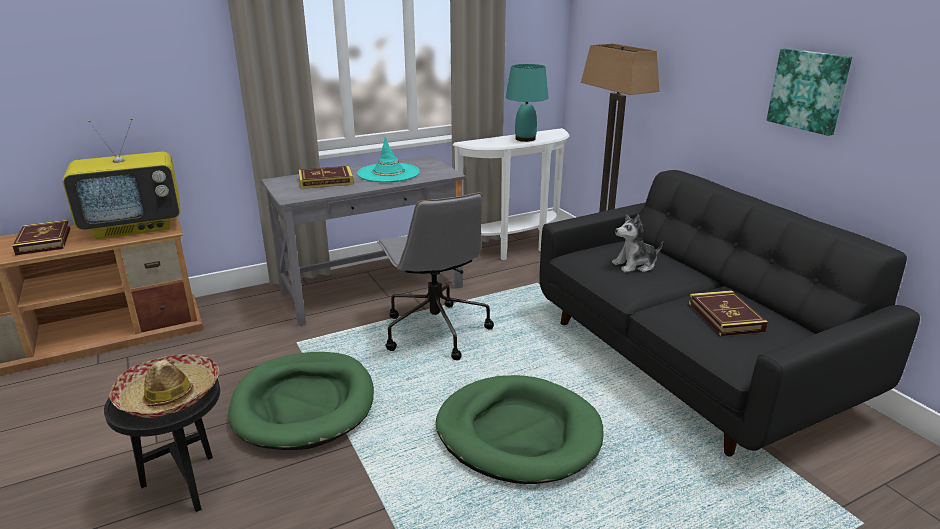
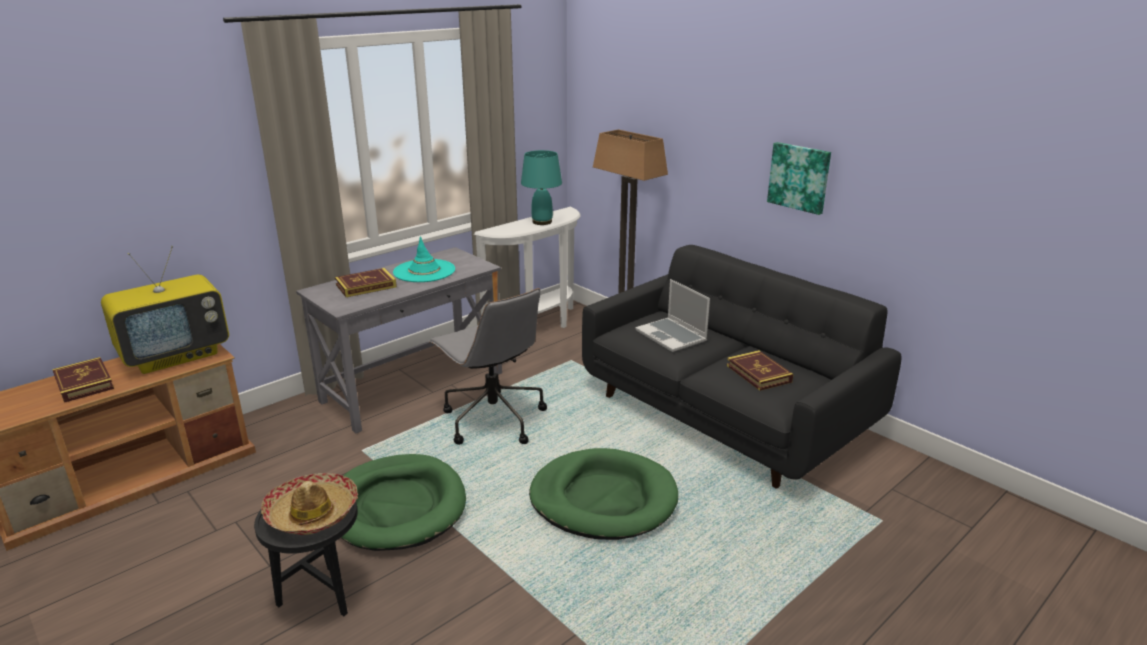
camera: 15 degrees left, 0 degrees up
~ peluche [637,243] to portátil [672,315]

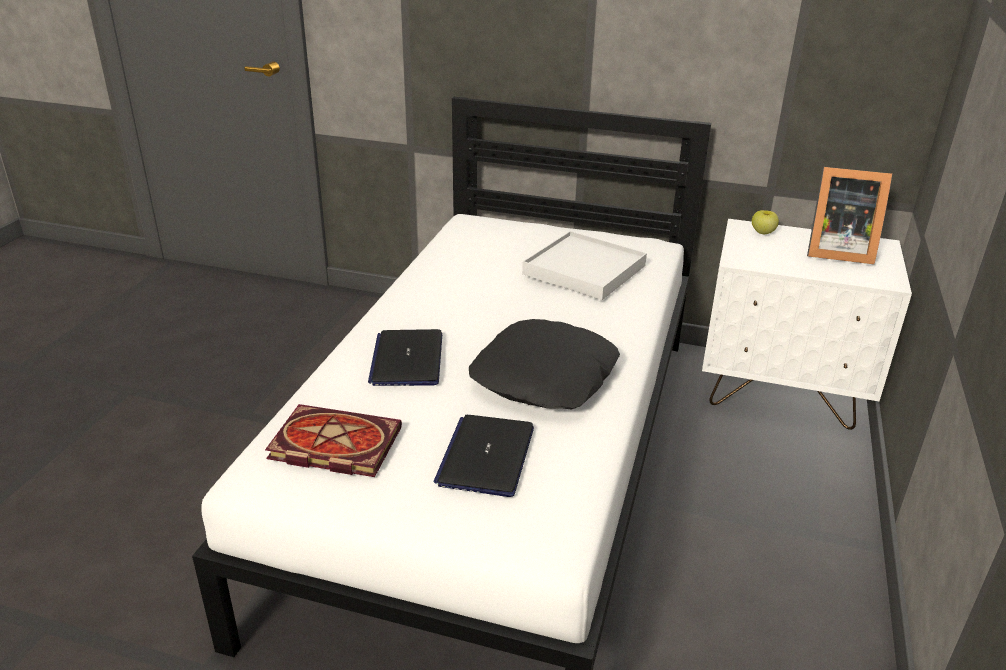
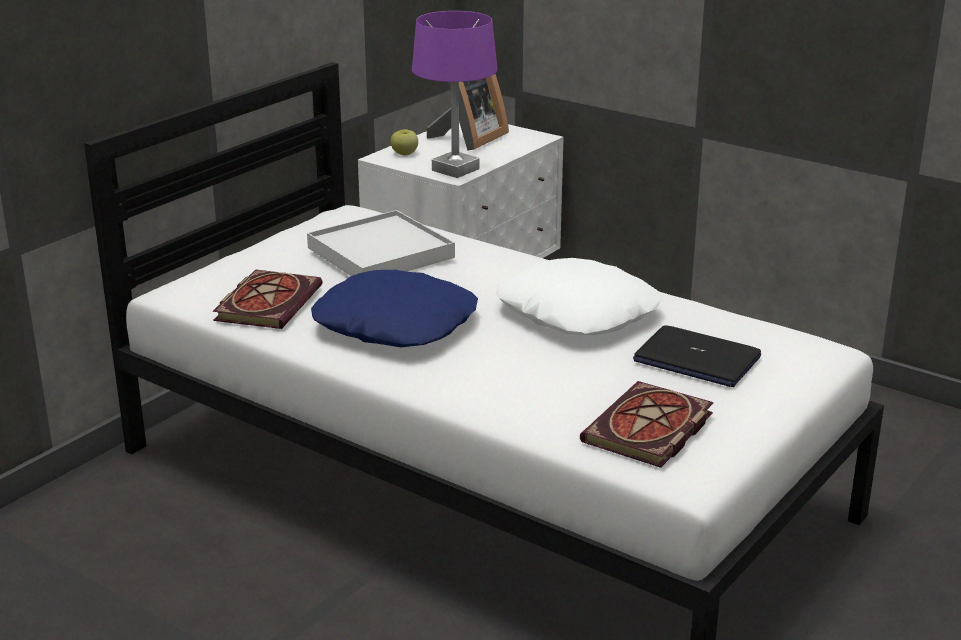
camera: 70 degrees left, 5 degrees down
- portátil [405,357]
+ libro [268,299]
+ cojín (azul) [394,308]
+ lámpara de mesa (morado) [454,94]
~ cojín (negro) [544,364] to cojín (blanco) [579,296]

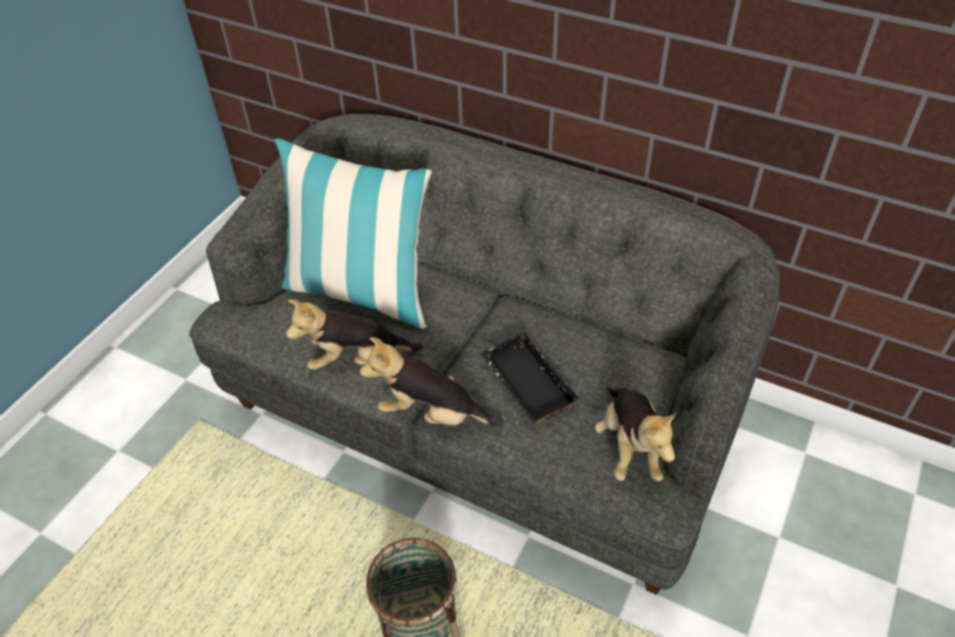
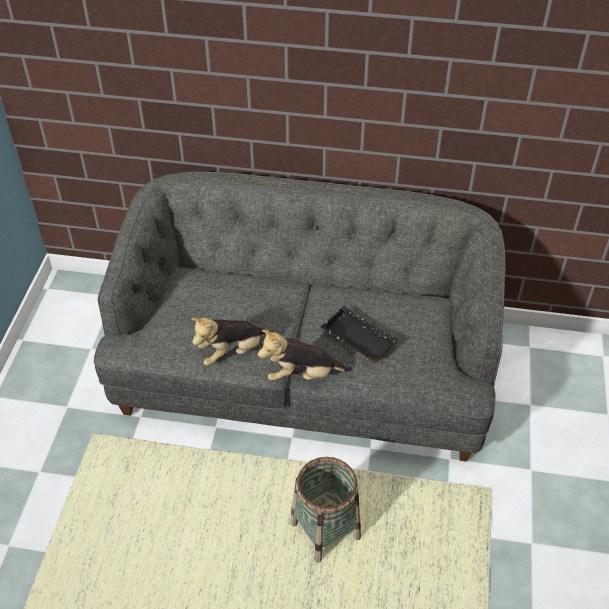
camera: 20 degrees left, 0 degrees up
- cojín [353,234]
- peluche [635,434]

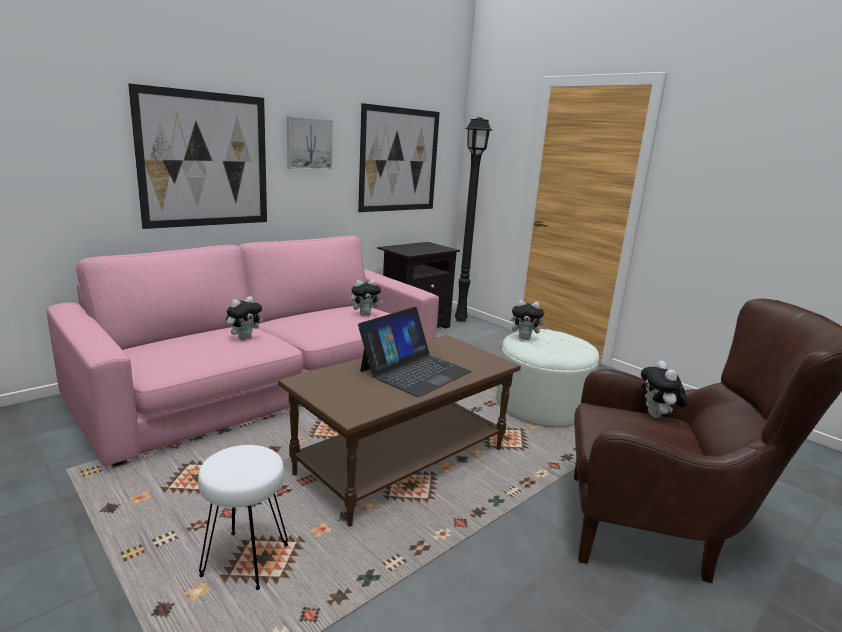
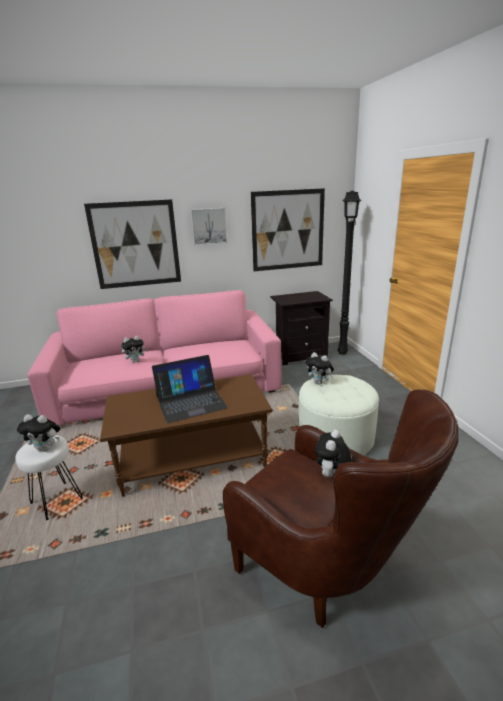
camera: 30 degrees right, 5 degrees up
~ peluche [367,298] to [38,433]

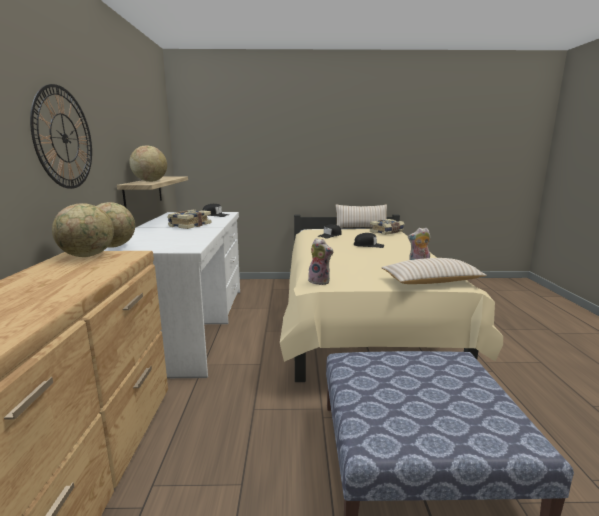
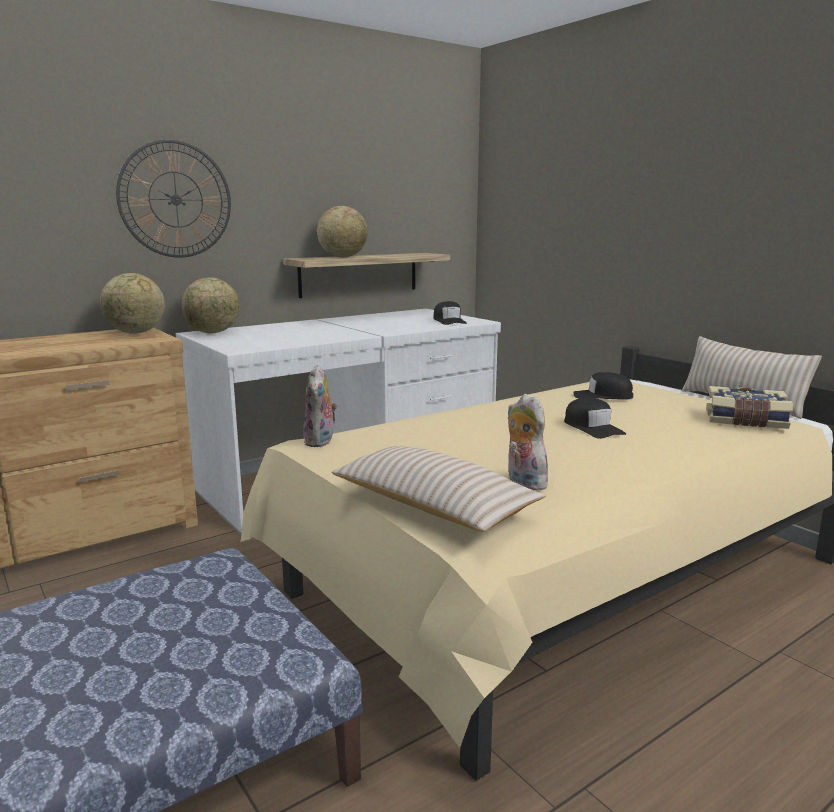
camera: 55 degrees right, 0 degrees up
- libro [189,219]

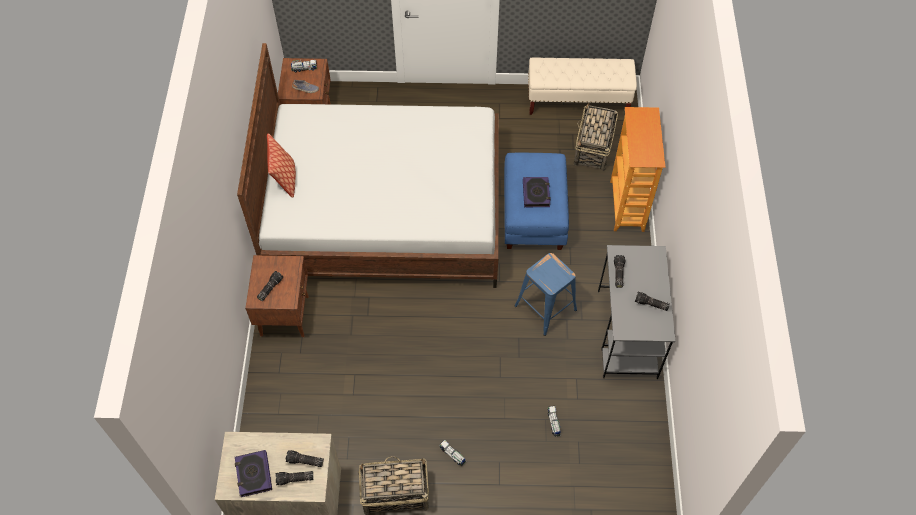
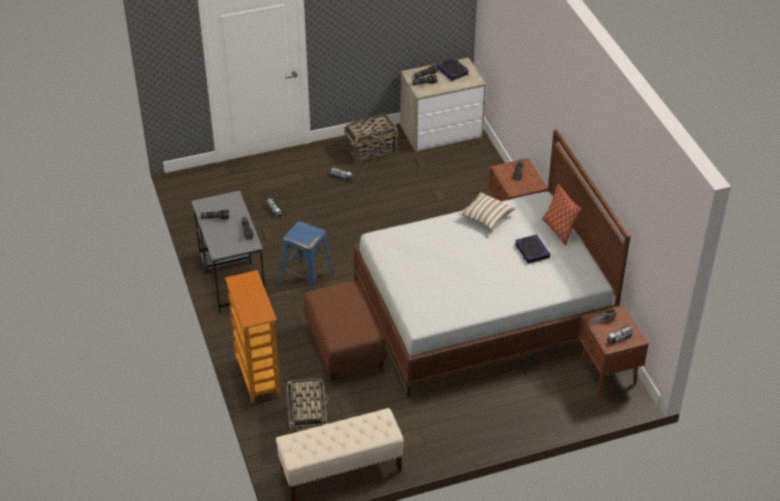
camera: 160 degrees right, 15 degrees down
+ cojín [487,211]
~ libro [537,192] to [532,249]
~ puf (azul) [536,201] to puf (marrón) [345,330]

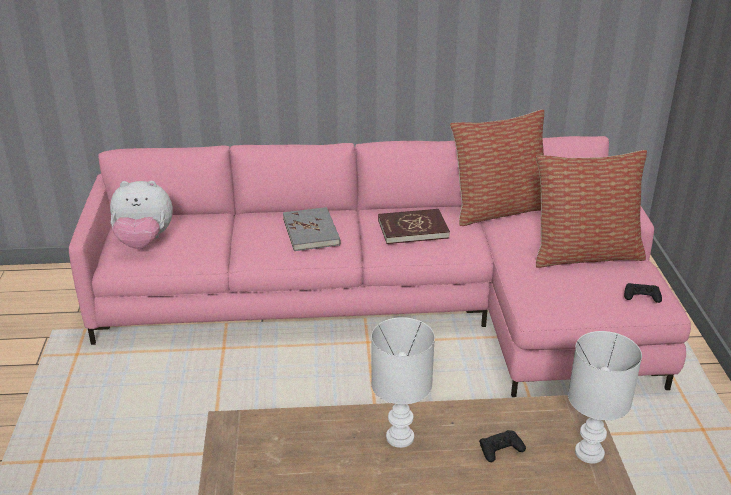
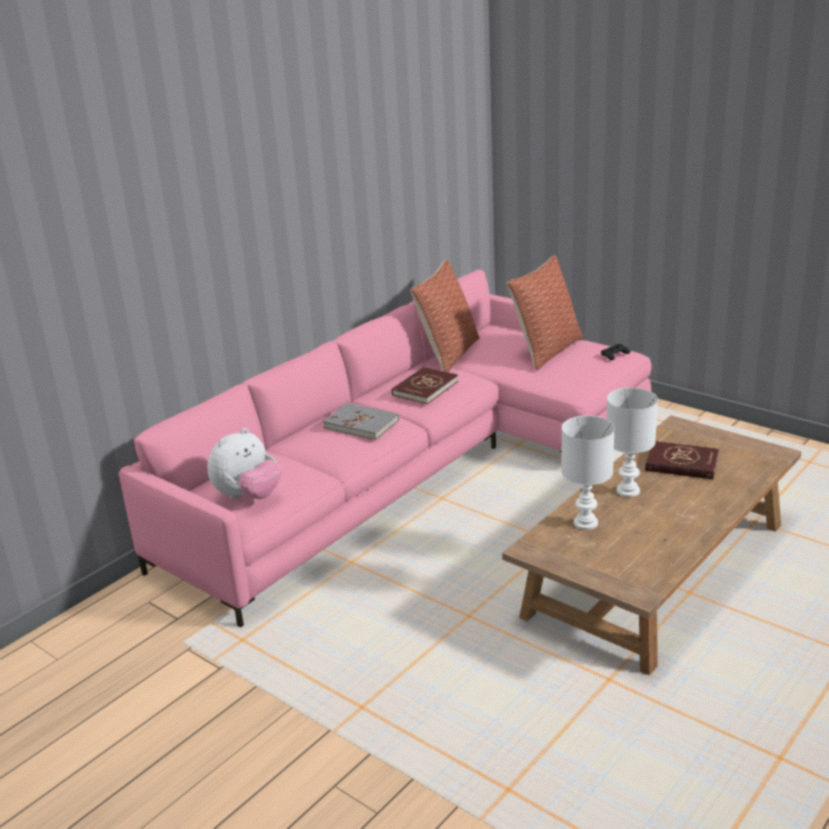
camera: 45 degrees left, 5 degrees down
~ lámpara de mesa (blanco) [605,397] to [588,473]
~ mando de consola (negro) [502,446] to libro (rojo) [682,460]

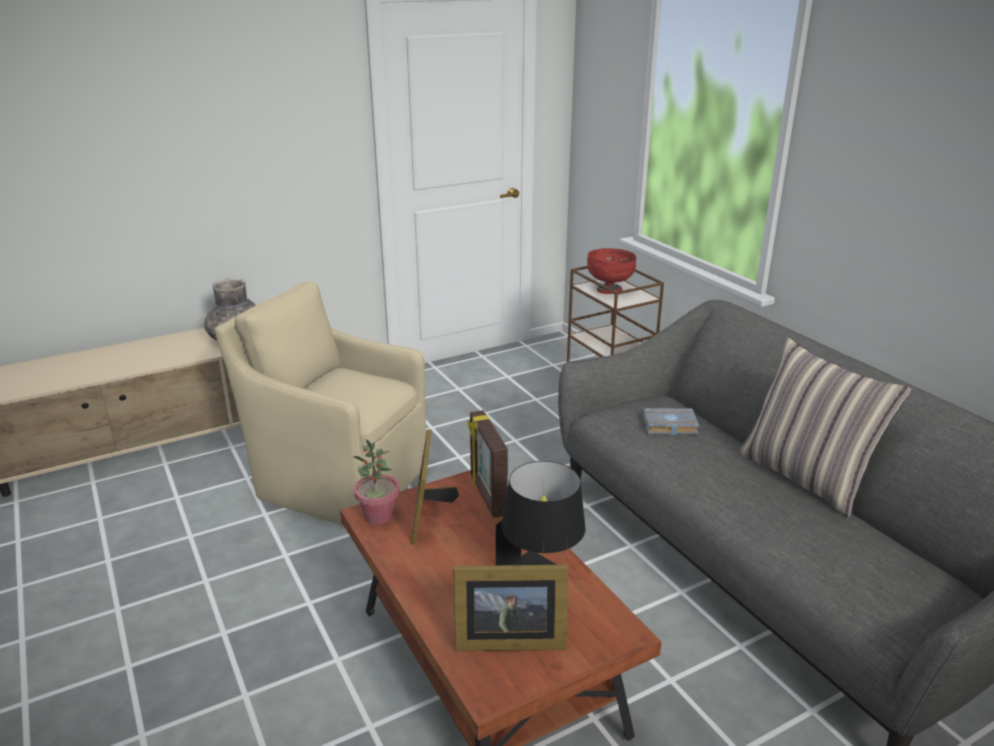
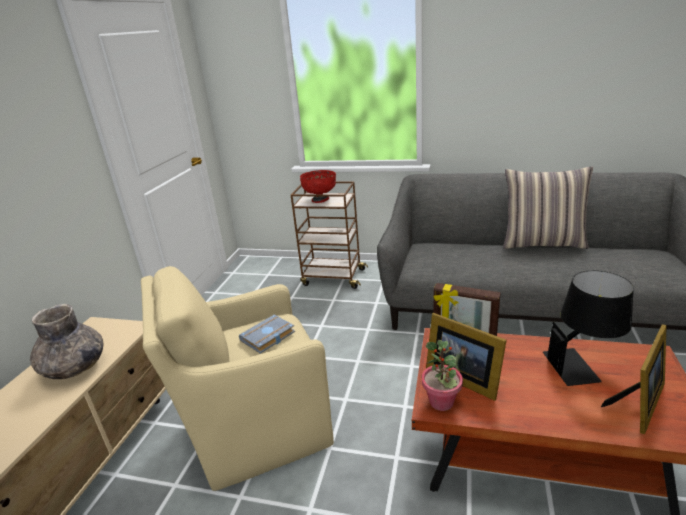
camera: 45 degrees left, 0 degrees up
~ libro (gris) [671,421] to [267,334]

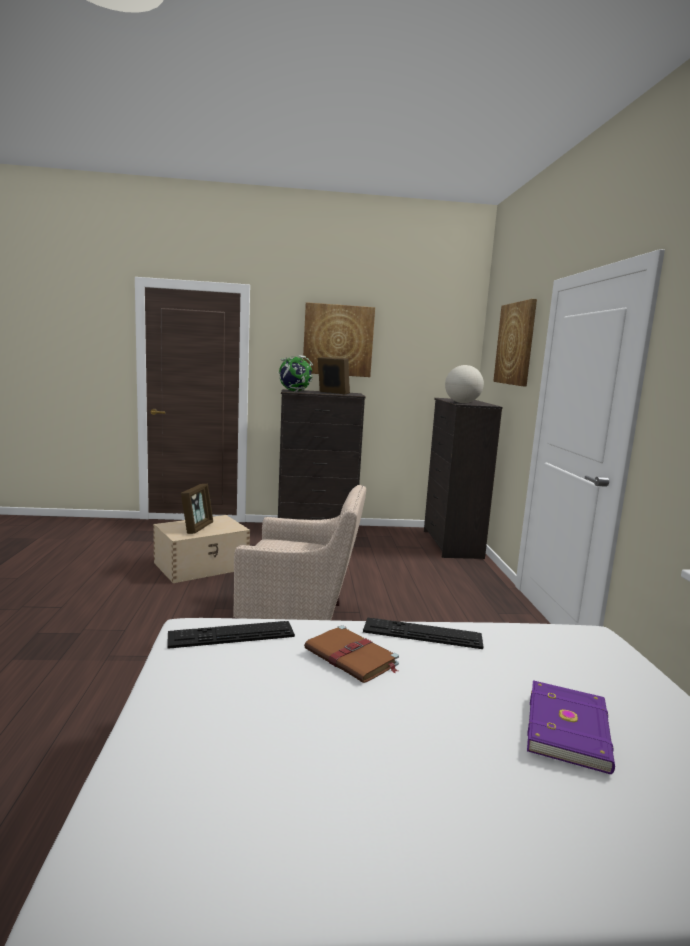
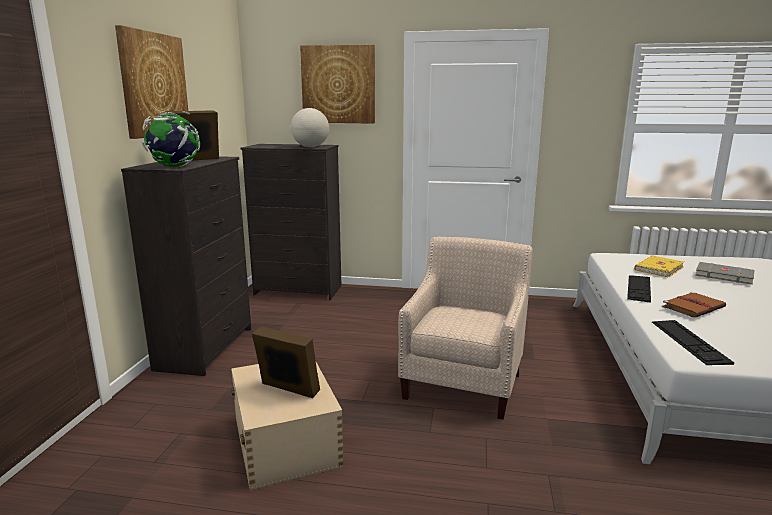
camera: 75 degrees left, 5 degrees up
+ libro (amarillo) [659,267]
~ libro (morado) [571,727] to libro (gris) [724,273]

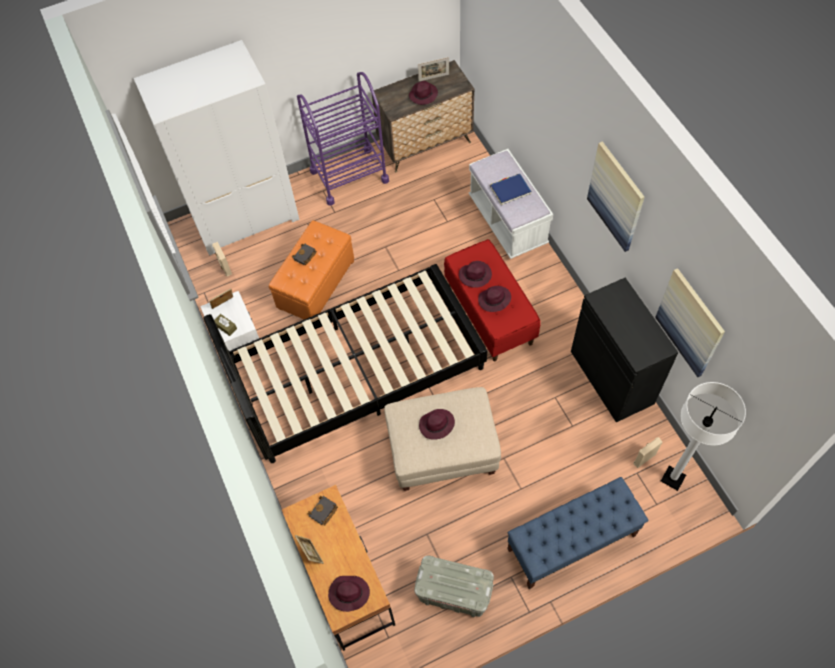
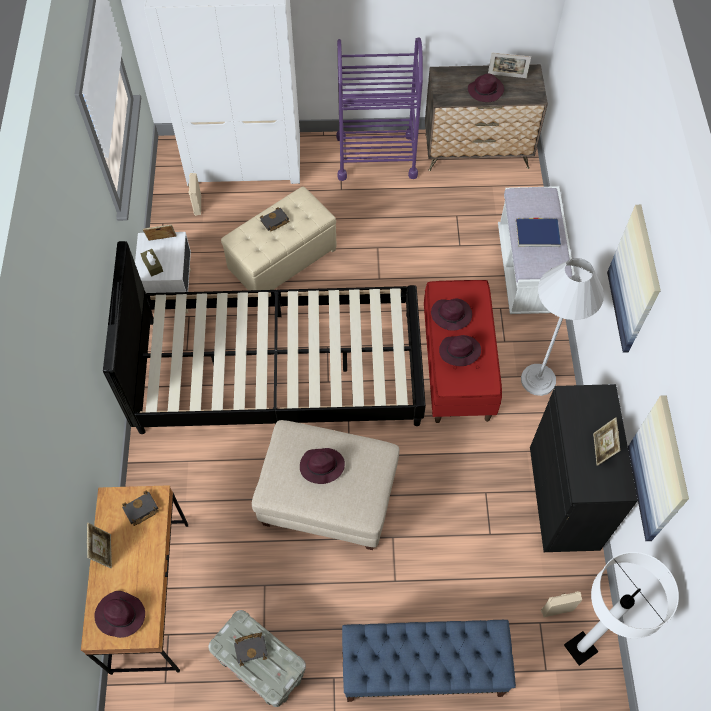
camera: 20 degrees right, 0 degrees up
+ libro (negro) [251,650]
+ lámpara de pie (blanco) [562,327]
+ portarretratos [606,441]
~ puf (naranja) [311,269] to puf (beis) [279,238]

